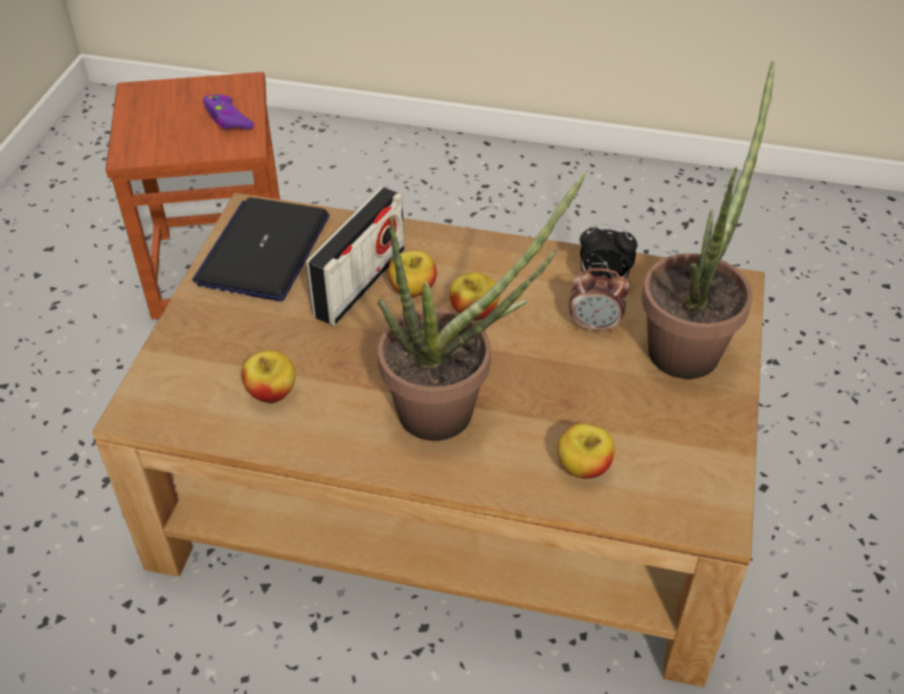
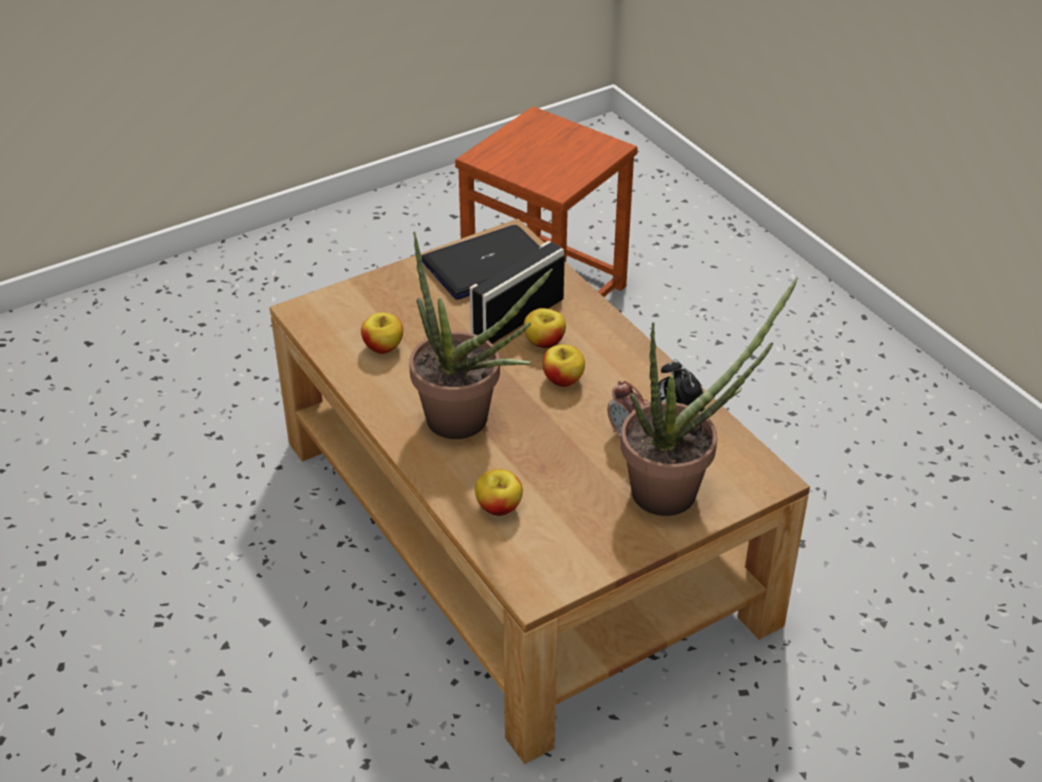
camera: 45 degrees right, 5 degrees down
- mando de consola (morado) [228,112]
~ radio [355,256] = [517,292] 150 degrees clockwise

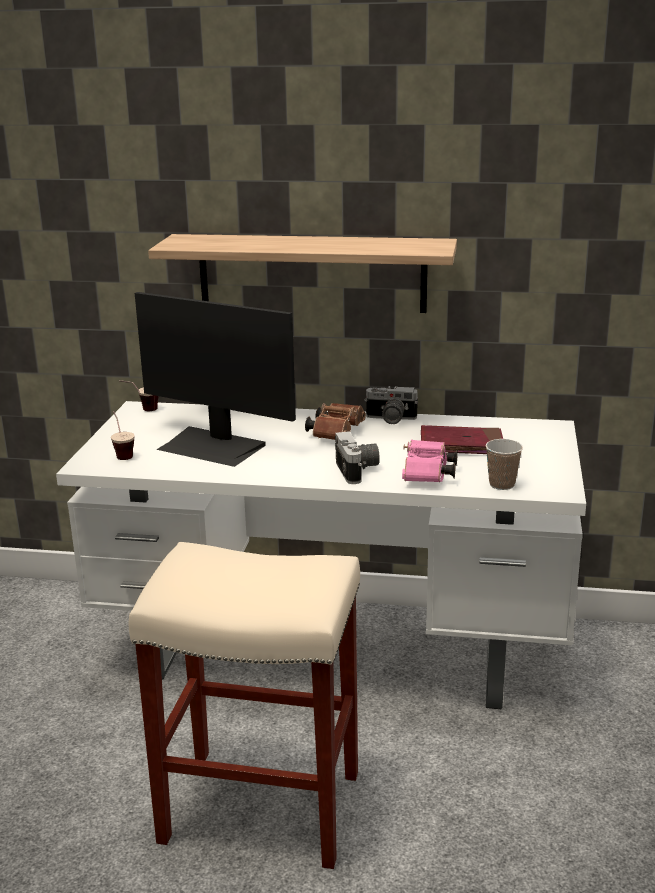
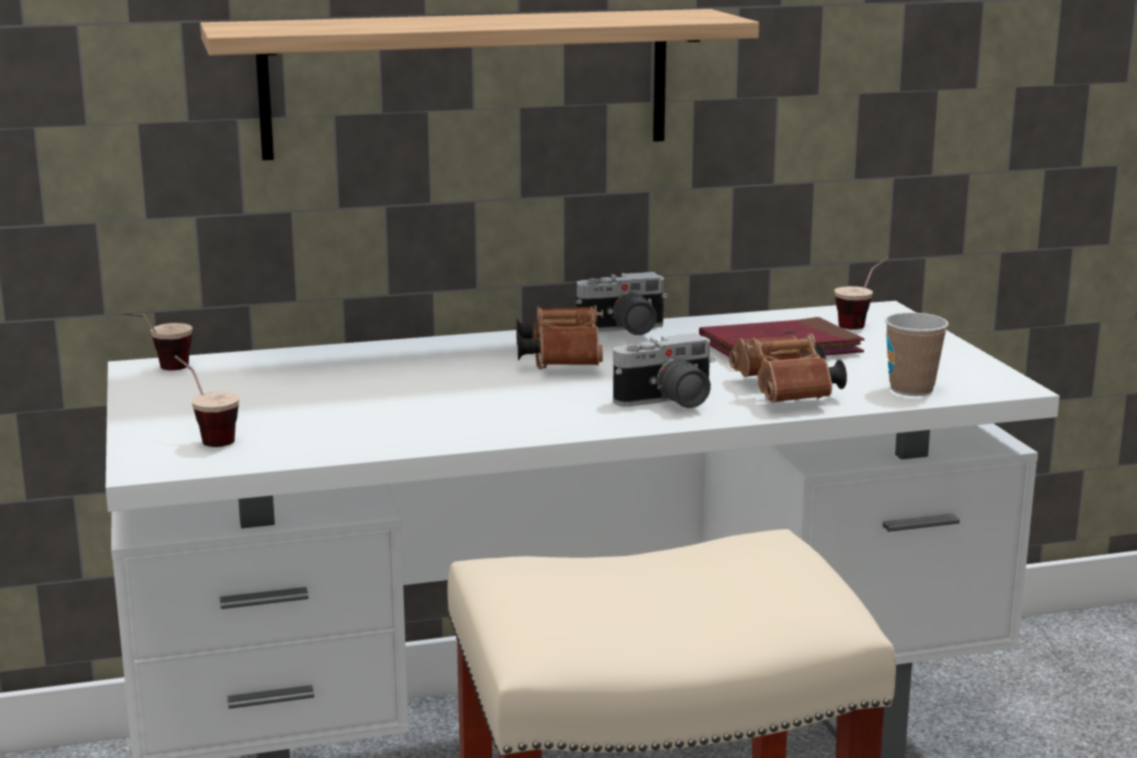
camera: 25 degrees left, 5 degrees down
- monitor [215,379]
+ taza [861,294]
~ prismáticos (rosa) [430,460] to prismáticos (marrón) [788,368]
~ cámara [357,457] = [664,370] 105 degrees clockwise

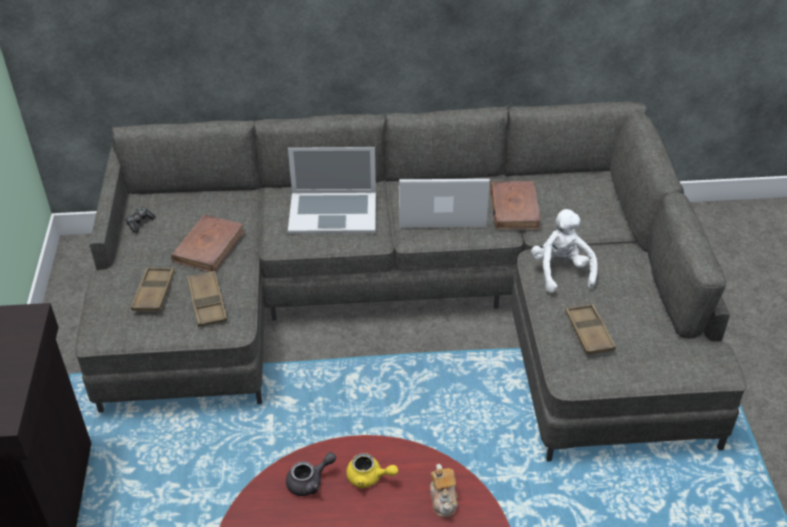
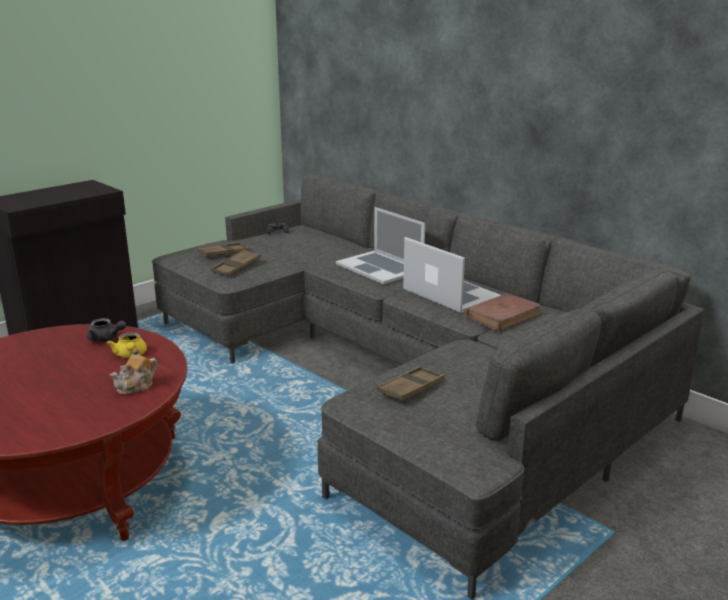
camera: 50 degrees right, 20 degrees down
- libro (marrón) [208,243]
- peluche (blanco) [564,251]

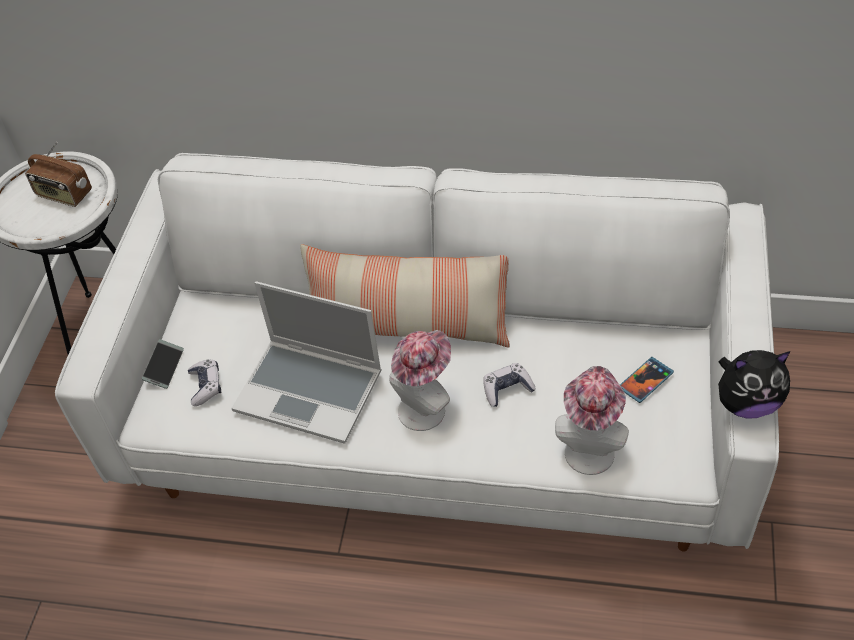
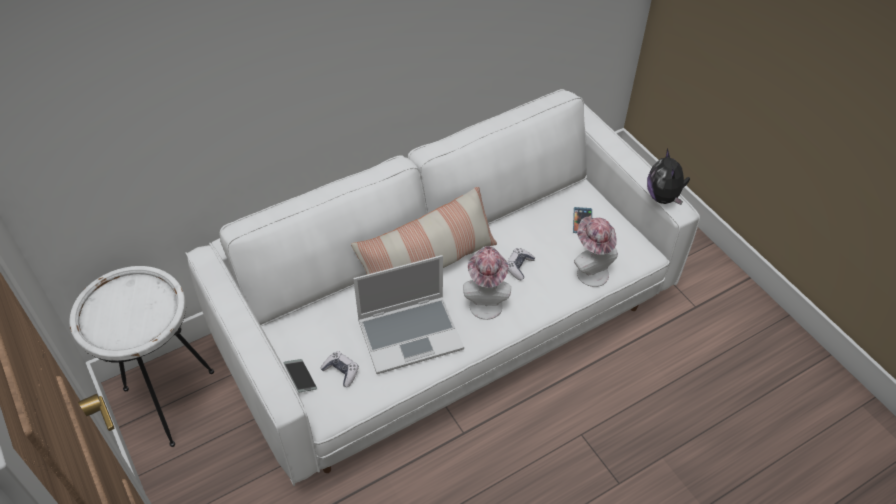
camera: 45 degrees left, 0 degrees up
- radio [58,174]
~ peluche [754,384] = [668,177] 135 degrees clockwise

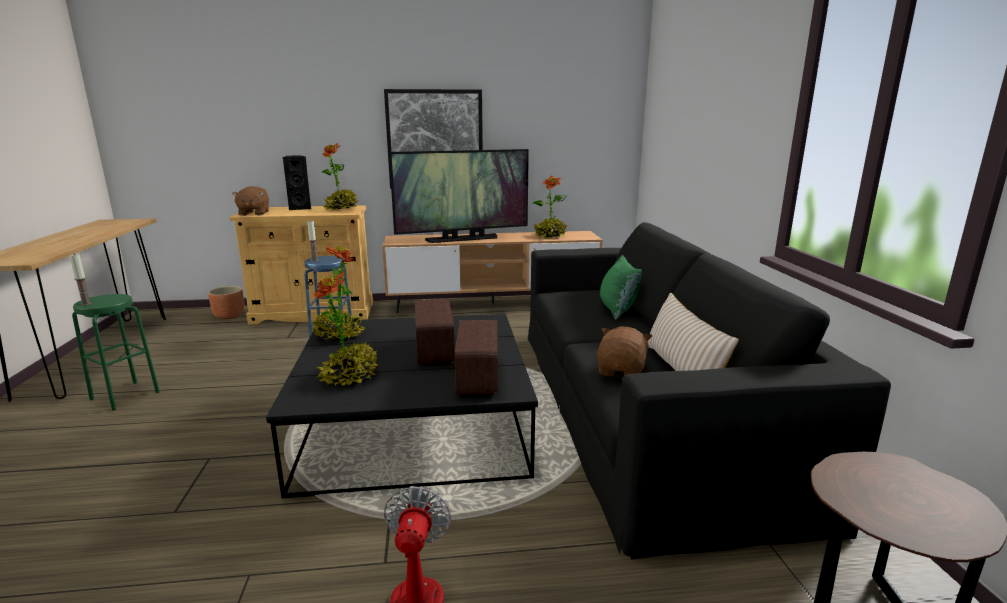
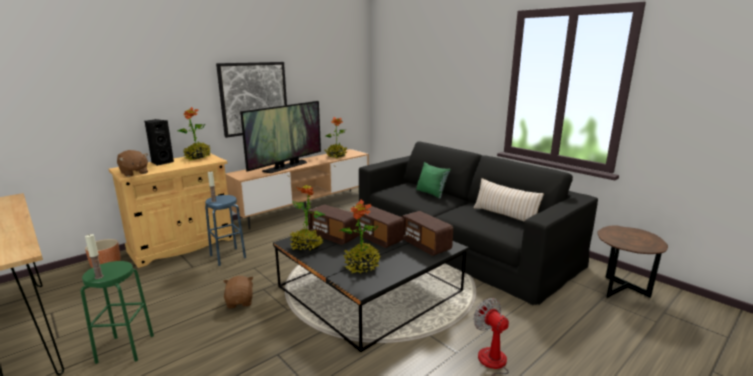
camera: 35 degrees left, 0 degrees up
+ radio [333,225]
~ peluche (marrón) [624,351] to [238,292]

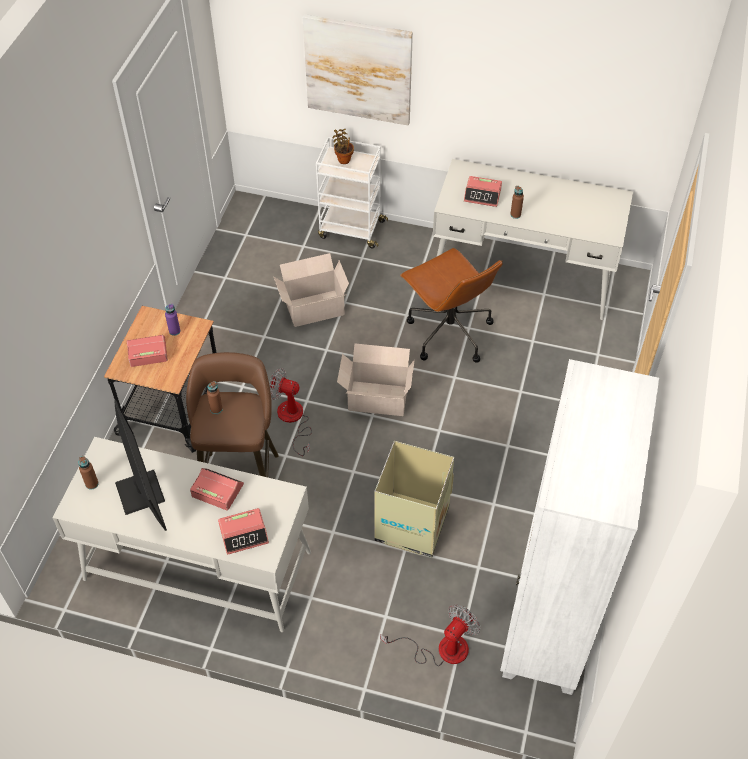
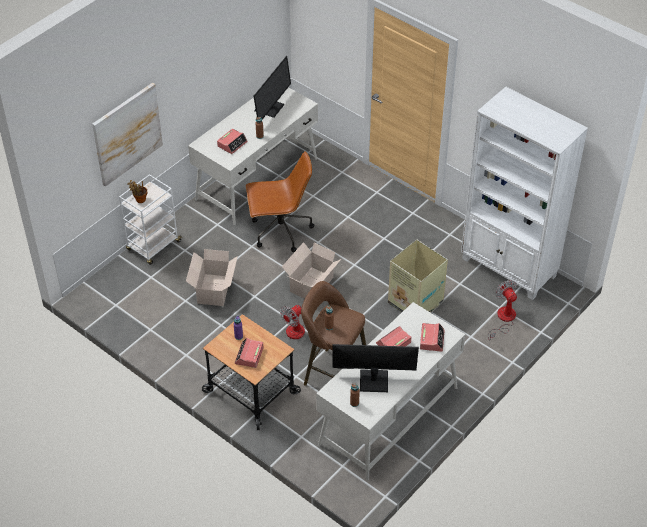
camera: 65 degrees left, 5 degrees down
+ monitor [272,88]

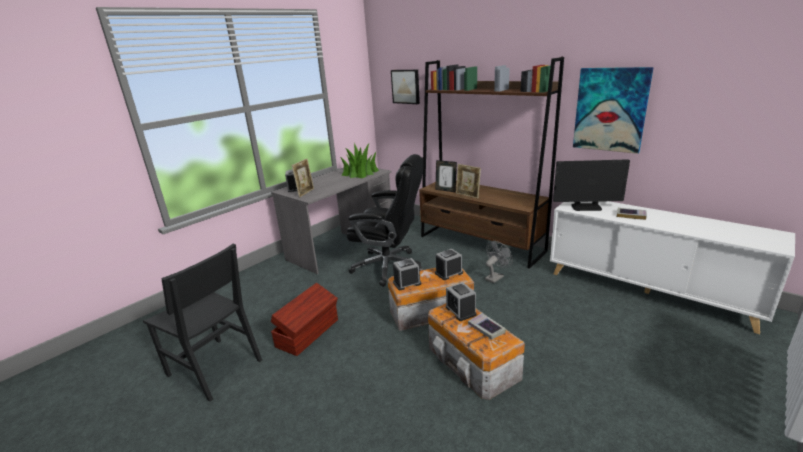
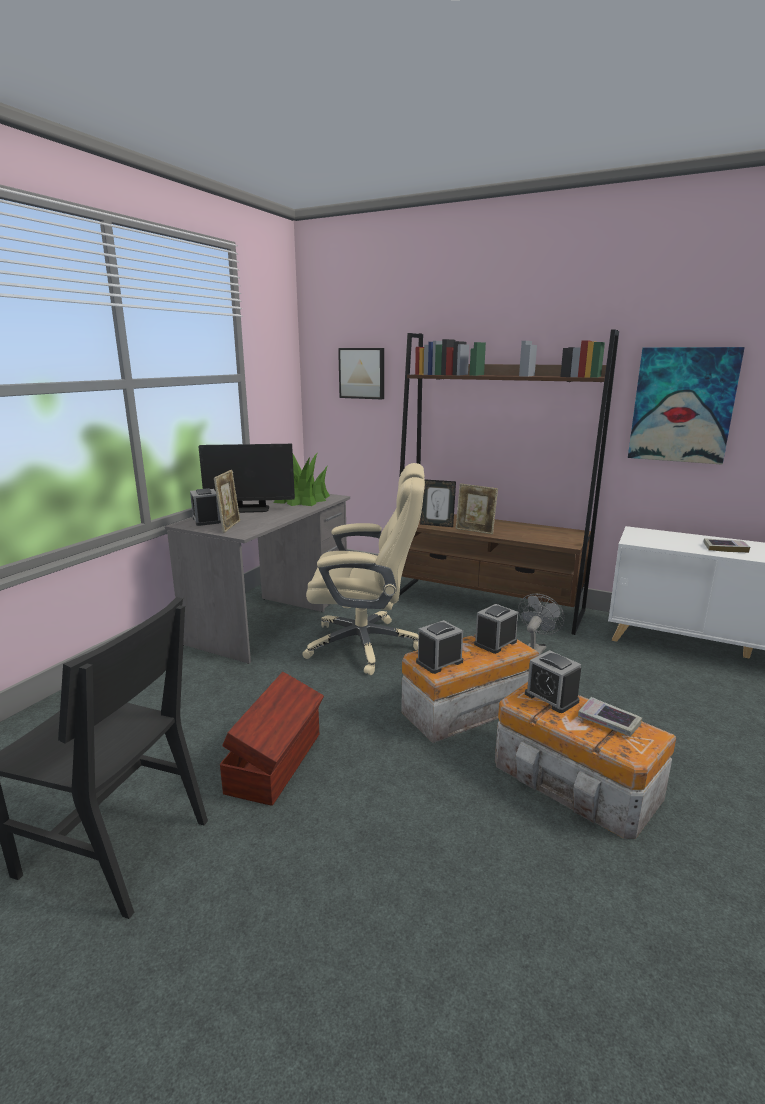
camera: 15 degrees left, 5 degrees down
~ monitor [591,185] to [246,478]
~ silla de oficina (negro) [384,220] to silla de oficina (beis) [363,569]

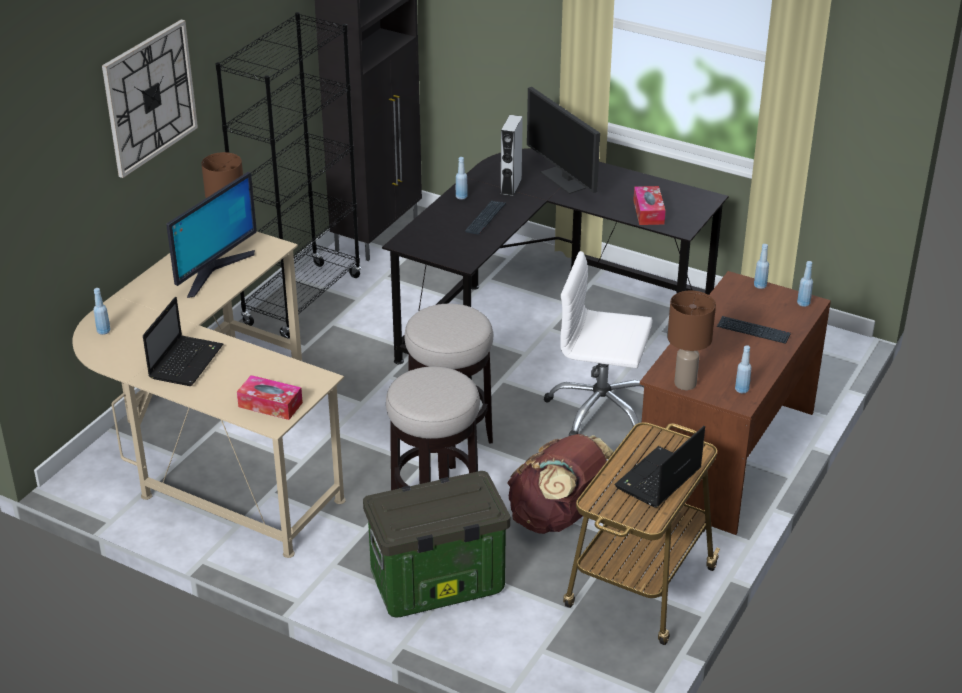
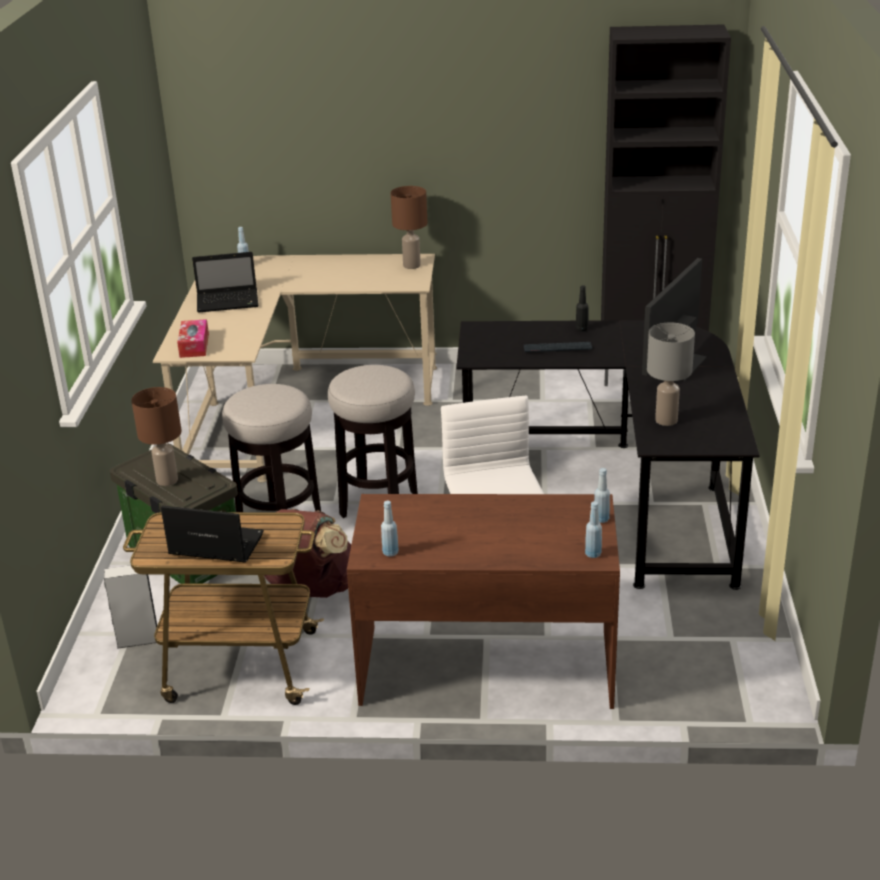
camera: 65 degrees right, 5 degrees down
- reloj de pared [150,98]
- monitor [211,235]
- estantería (negro) [288,175]
- teclado [754,330]
~ altavoz (gris) [511,155] to [130,607]
~ lámpara de mesa (marrón) [691,340] to [156,436]
~ caja de pañuelos [649,205] to lámpara de mesa (gris) [671,374]
~ botella (azul) [462,178] to botella (negro) [582,308]

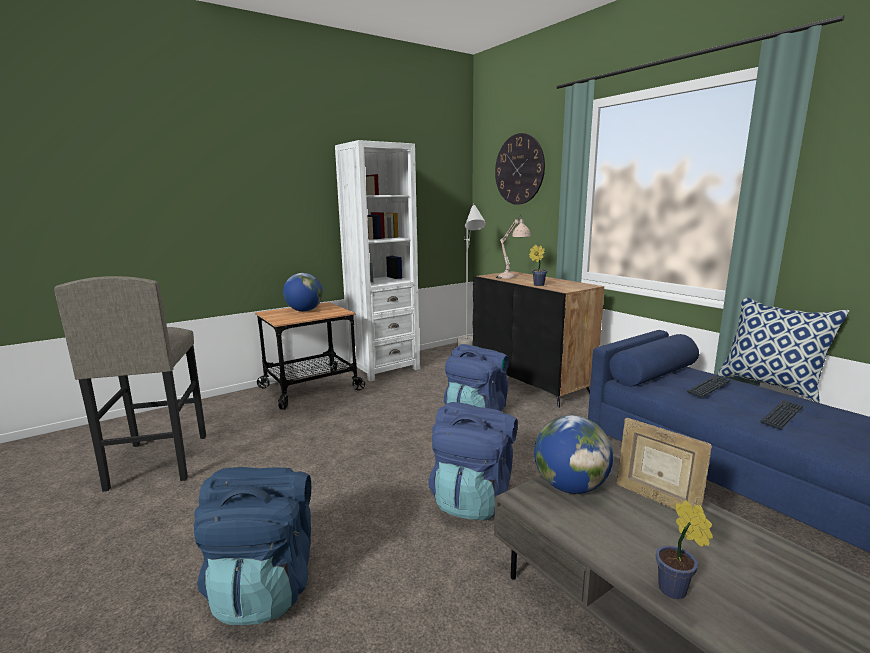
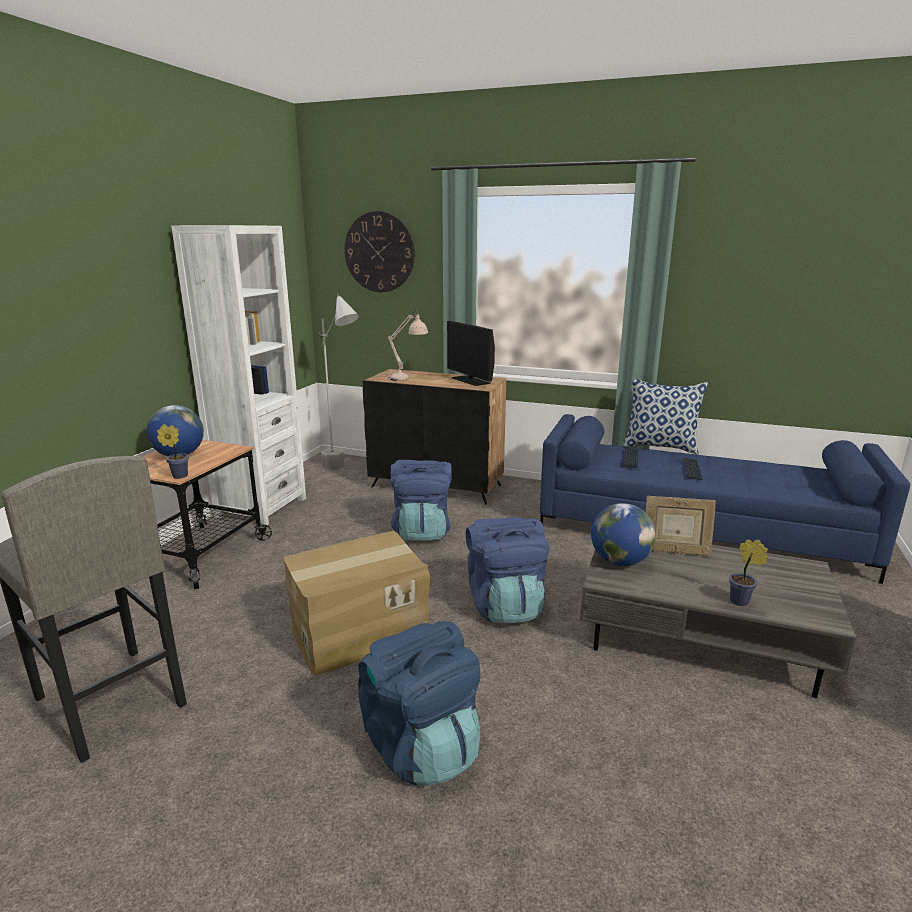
camera: 35 degrees left, 5 degrees up
+ caja de cartón [357,603]
+ monitor [471,353]
~ planta en maceta [538,265] to [173,451]

